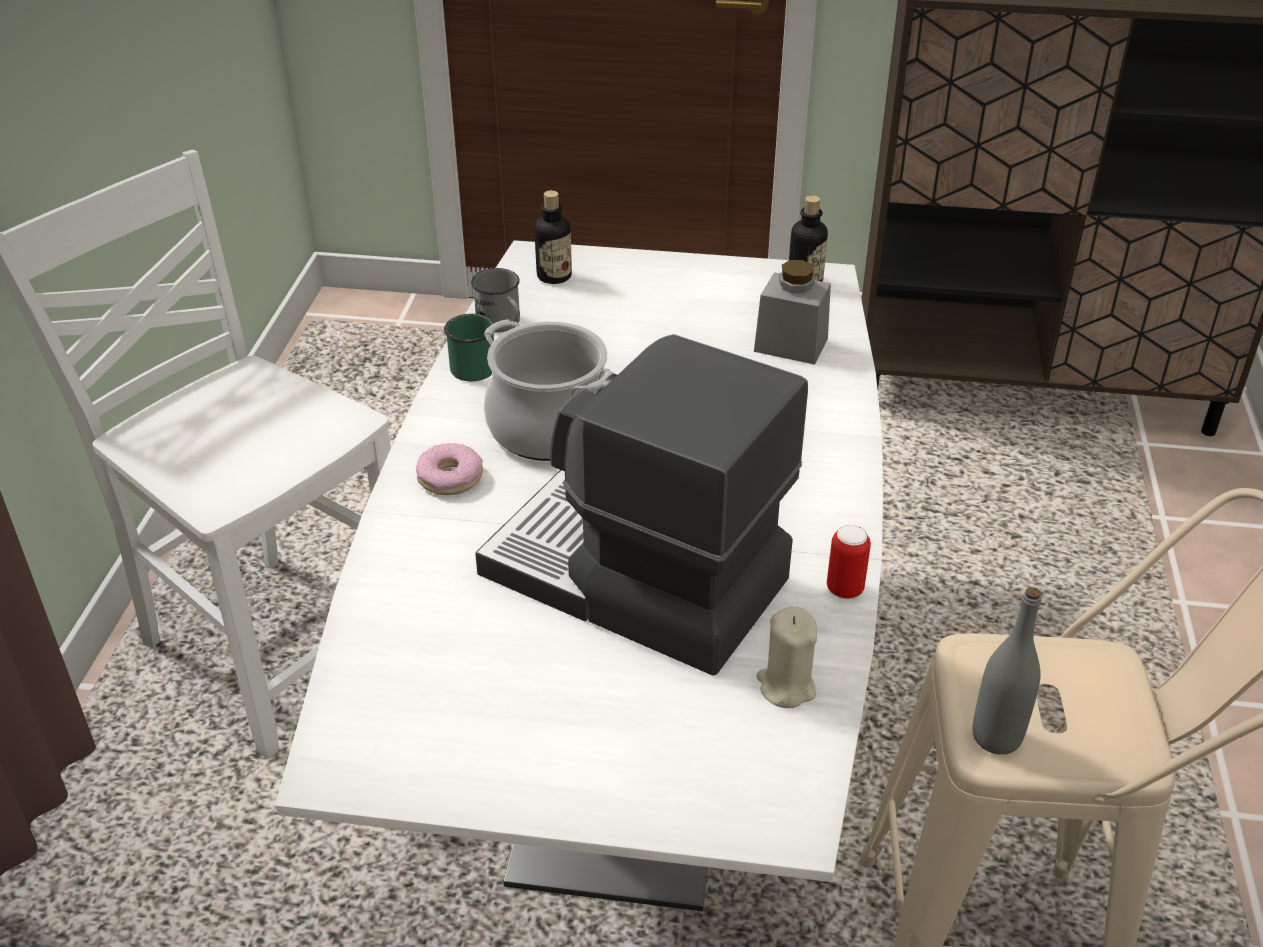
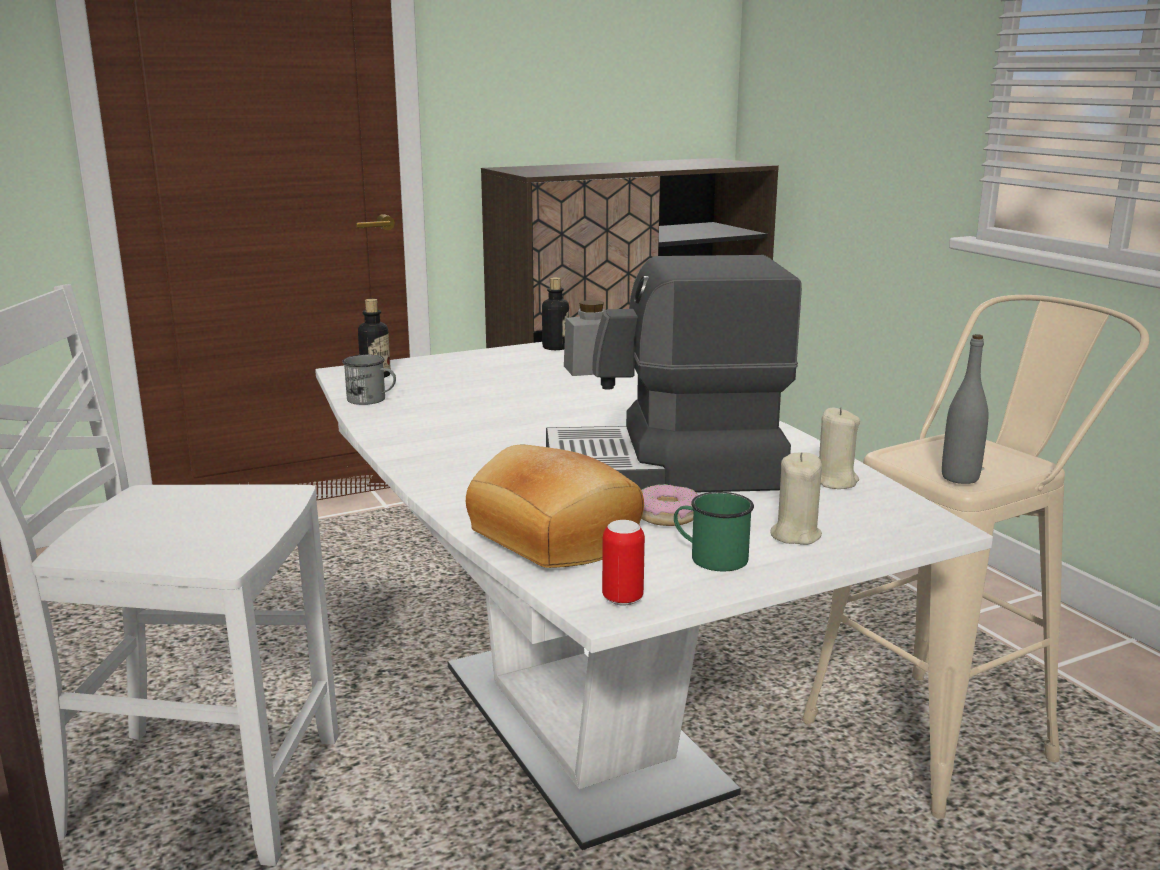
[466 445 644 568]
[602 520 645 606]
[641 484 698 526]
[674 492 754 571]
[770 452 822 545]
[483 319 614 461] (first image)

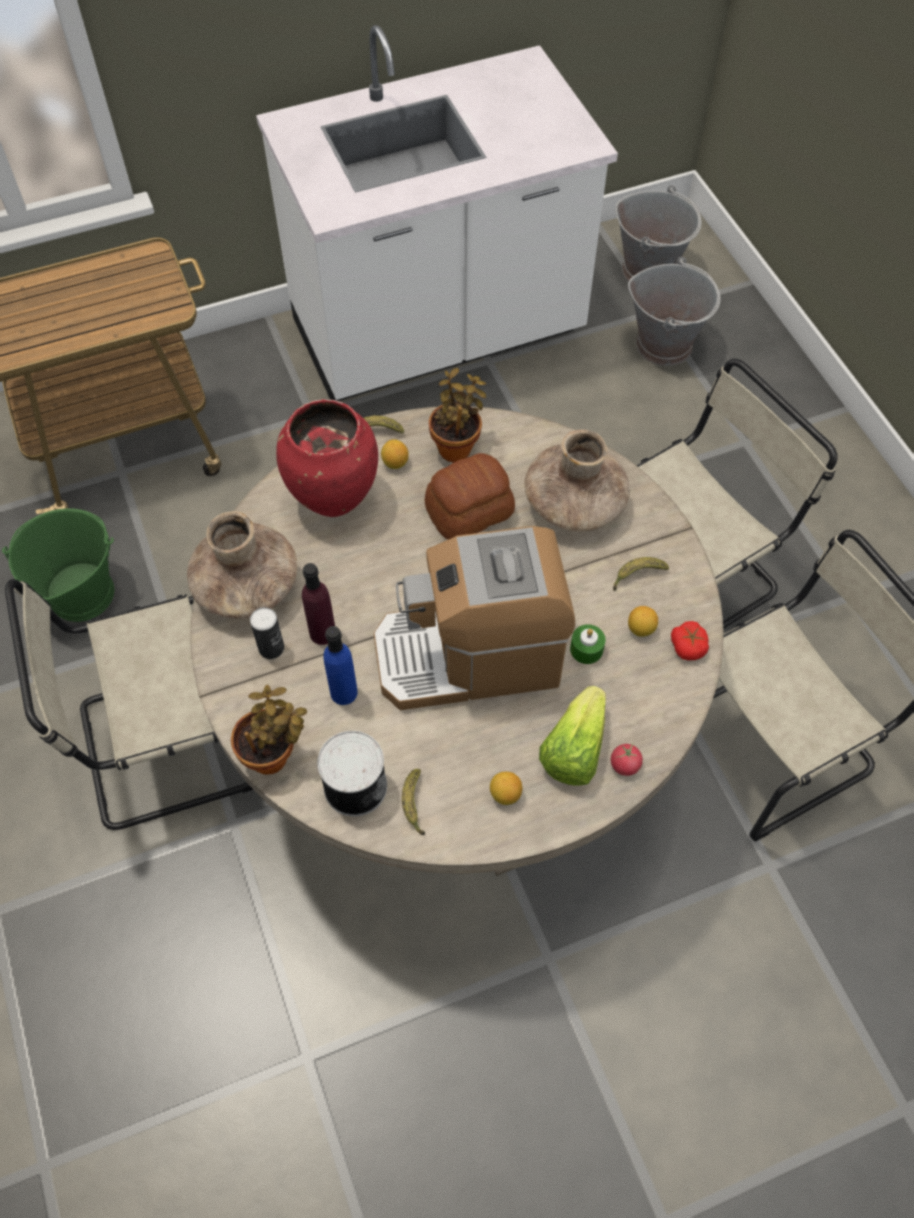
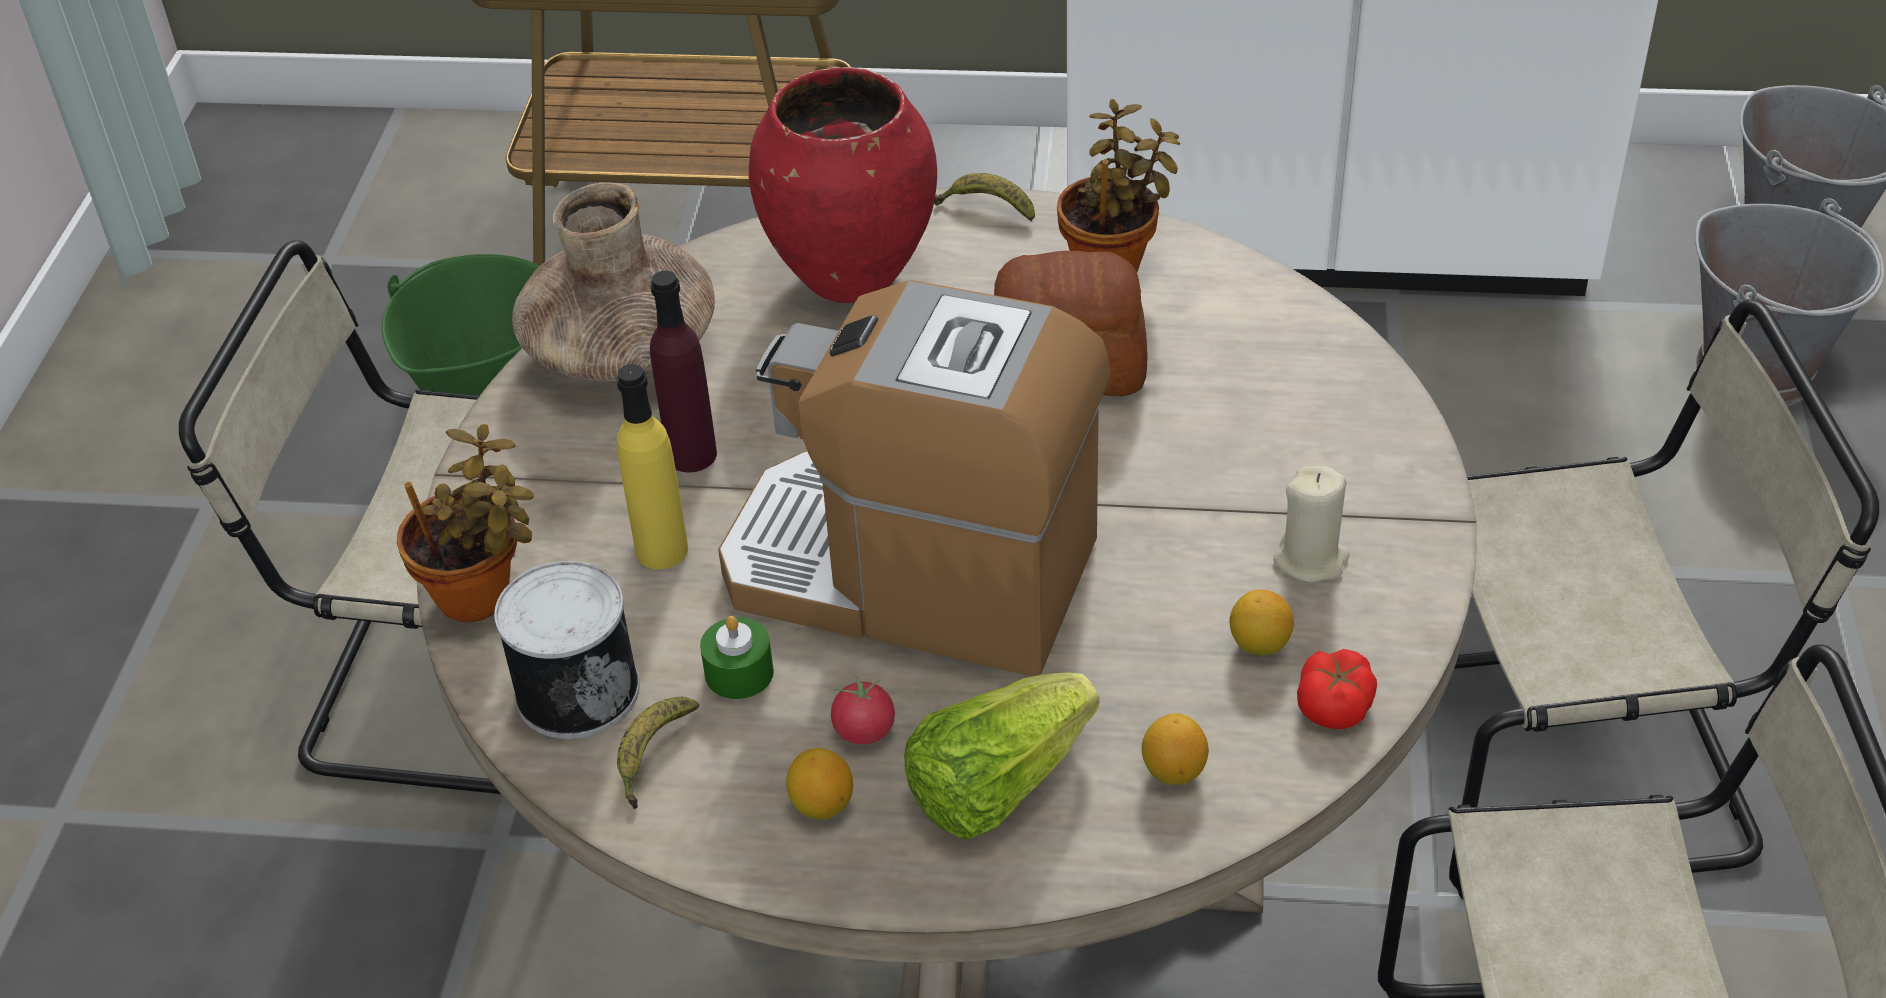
[616 364 688 569]
[700 616 774 699]
[831 675 895 744]
[1142 713 1209 785]
[1273 466 1350 583]
[250 607 284 659] (first image)
[524 430 630 531] (first image)

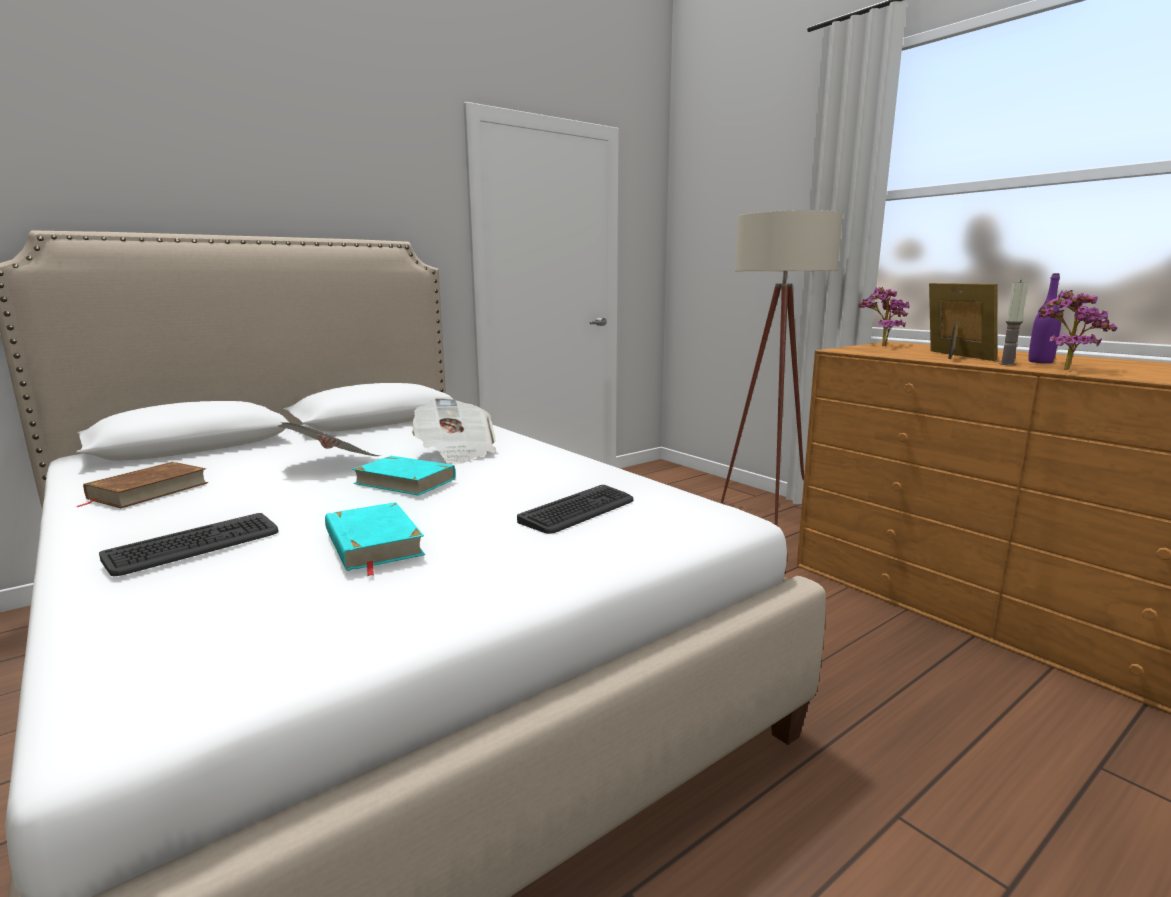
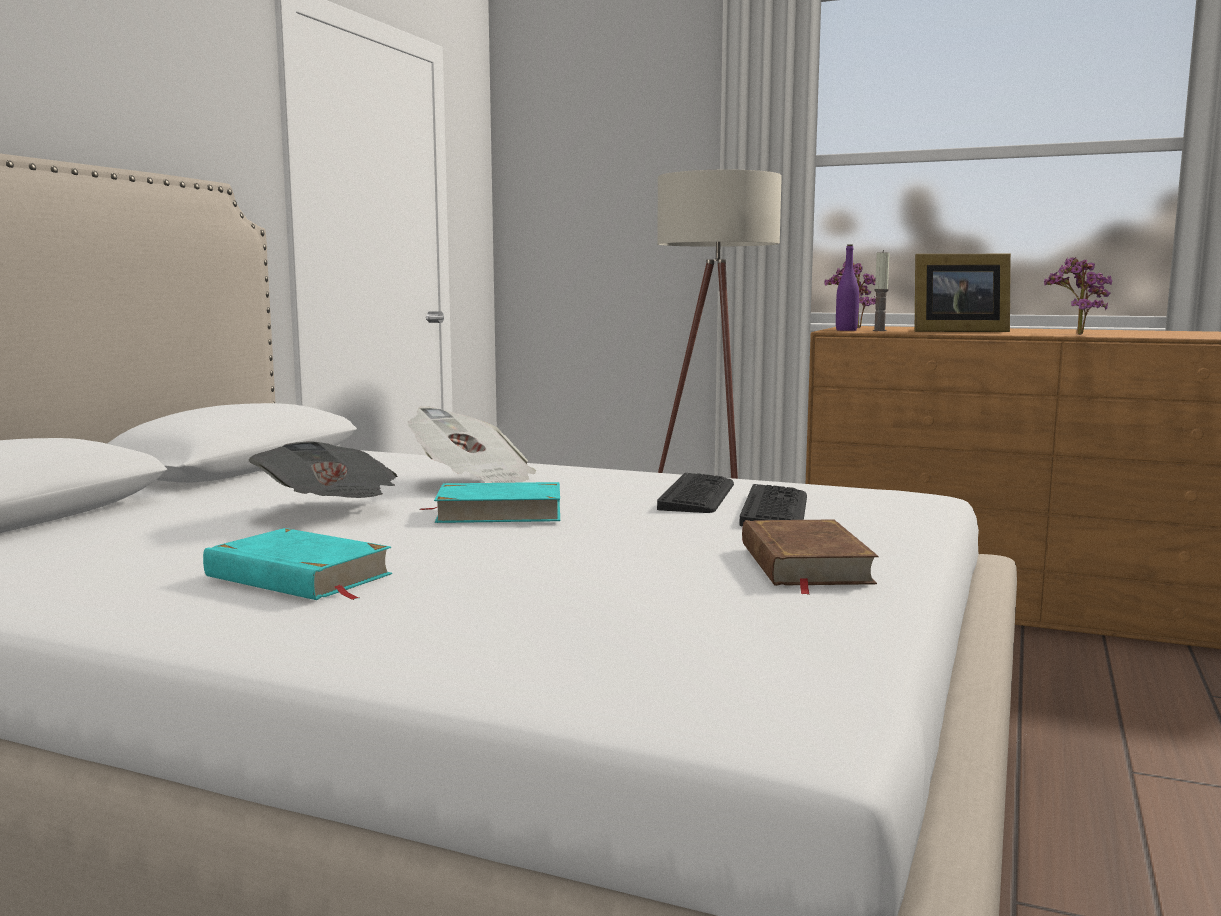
[203 528 392 600]
[657 473 734 513]
[742 520 878 595]
[836 244 859 331]
[873 250 890 331]
[915 254 1011 332]

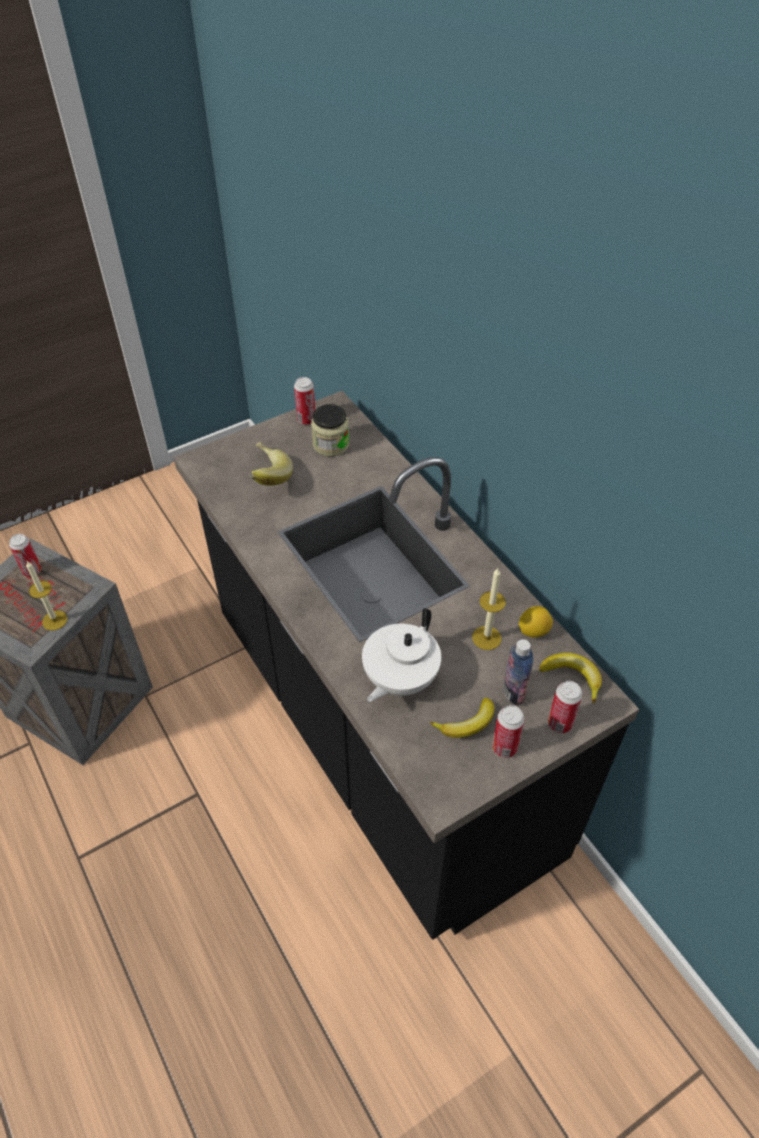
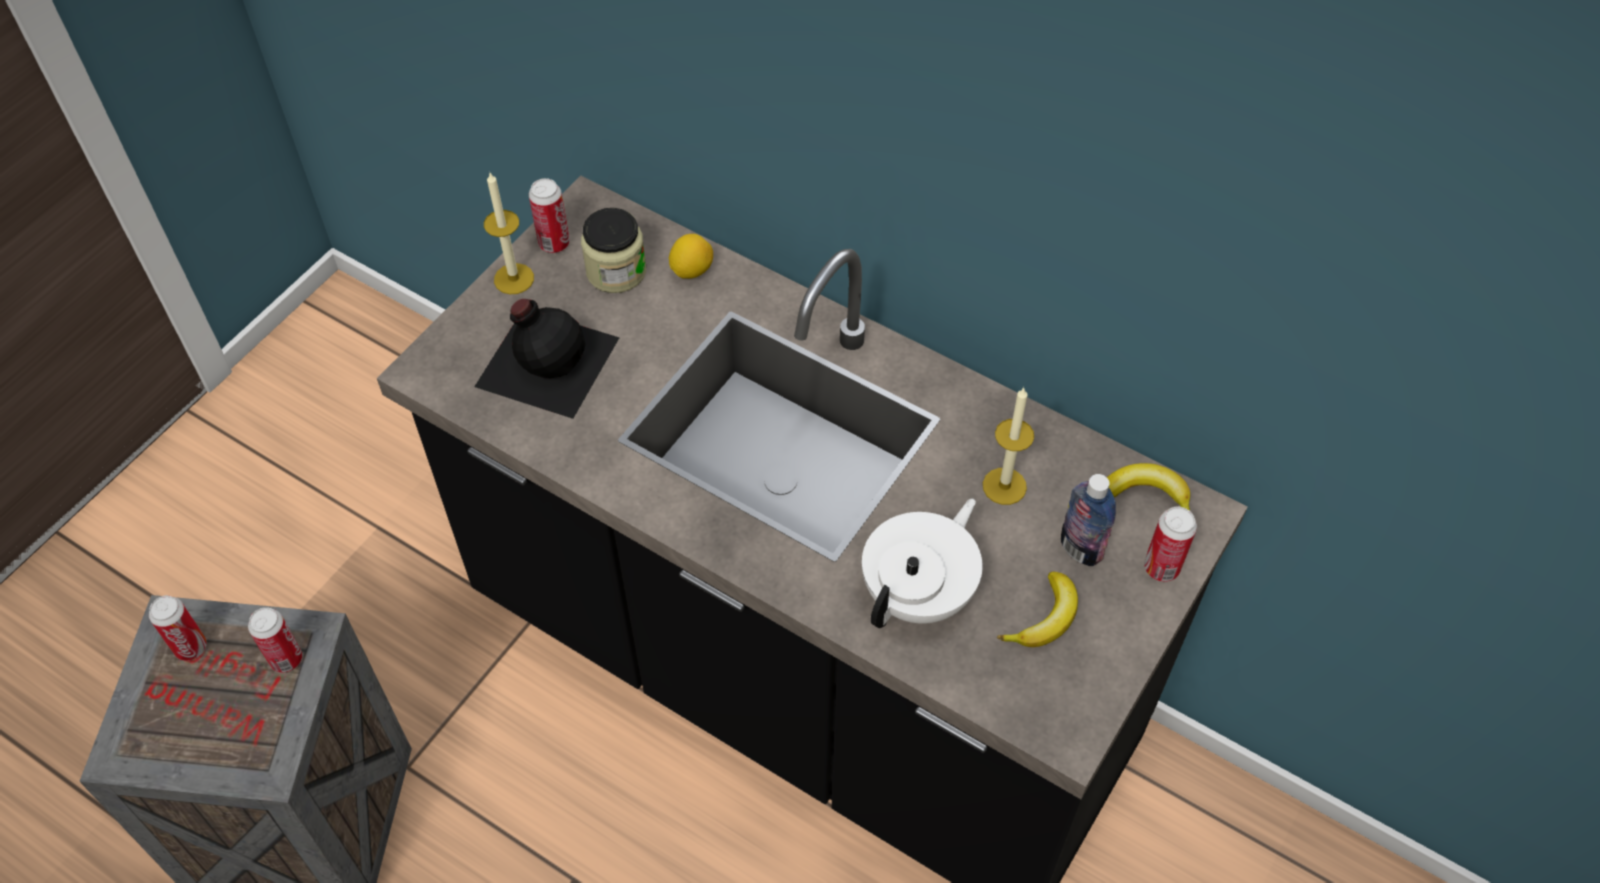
[248 607 302 673]
[474 299 619 419]
[484 173 534 294]
[669 234 713 279]
[862 498 982 628]

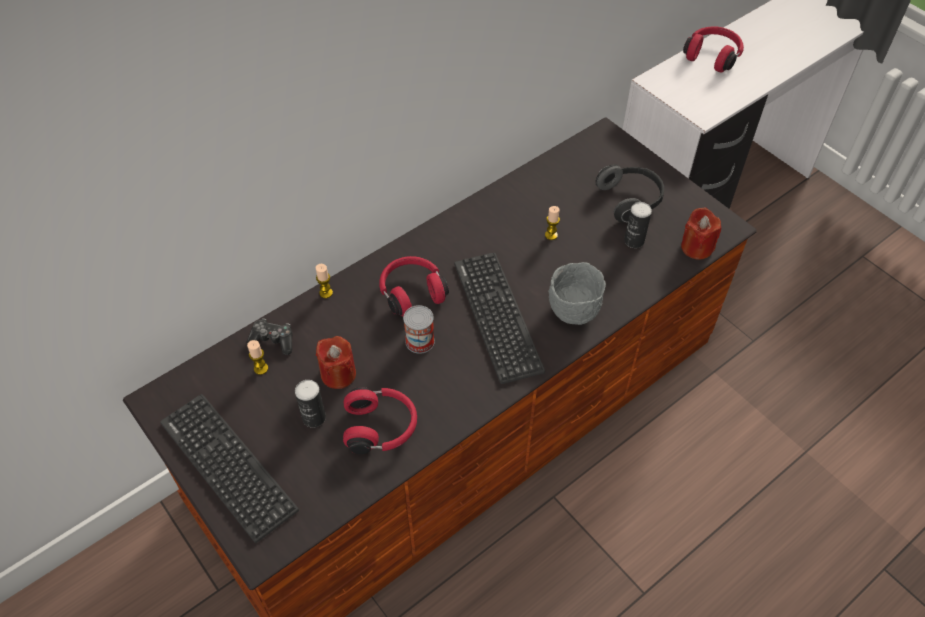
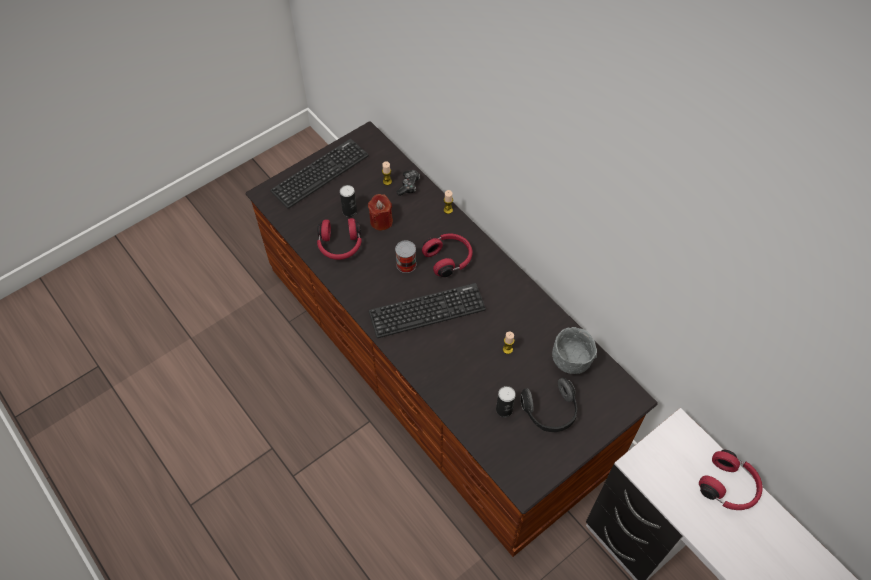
[552 327 597 374]
[681 207 721 260] (first image)

